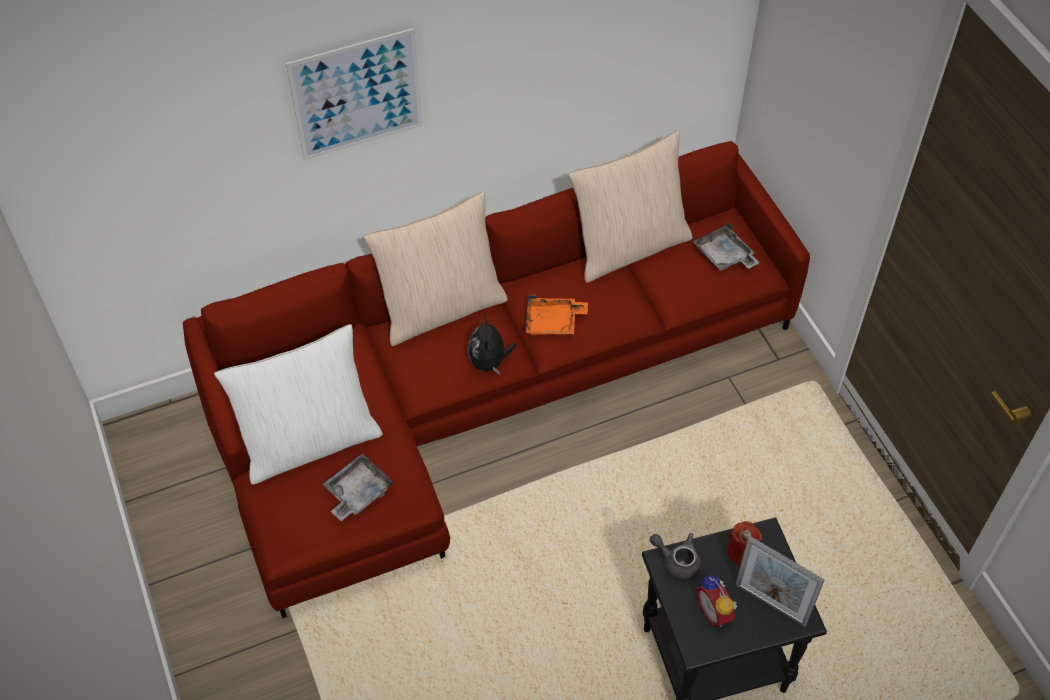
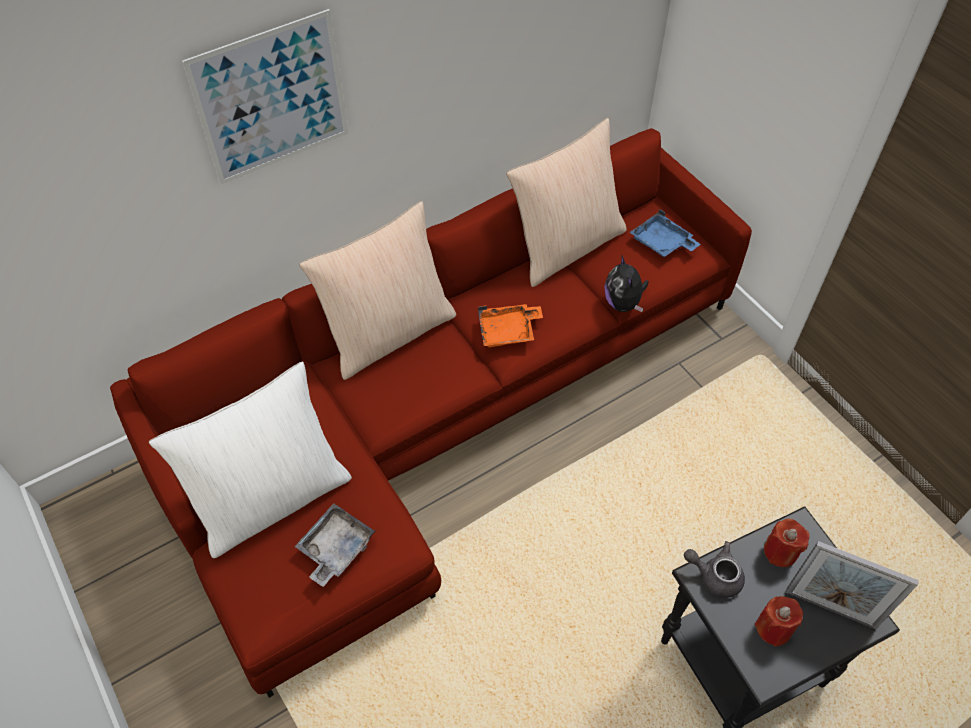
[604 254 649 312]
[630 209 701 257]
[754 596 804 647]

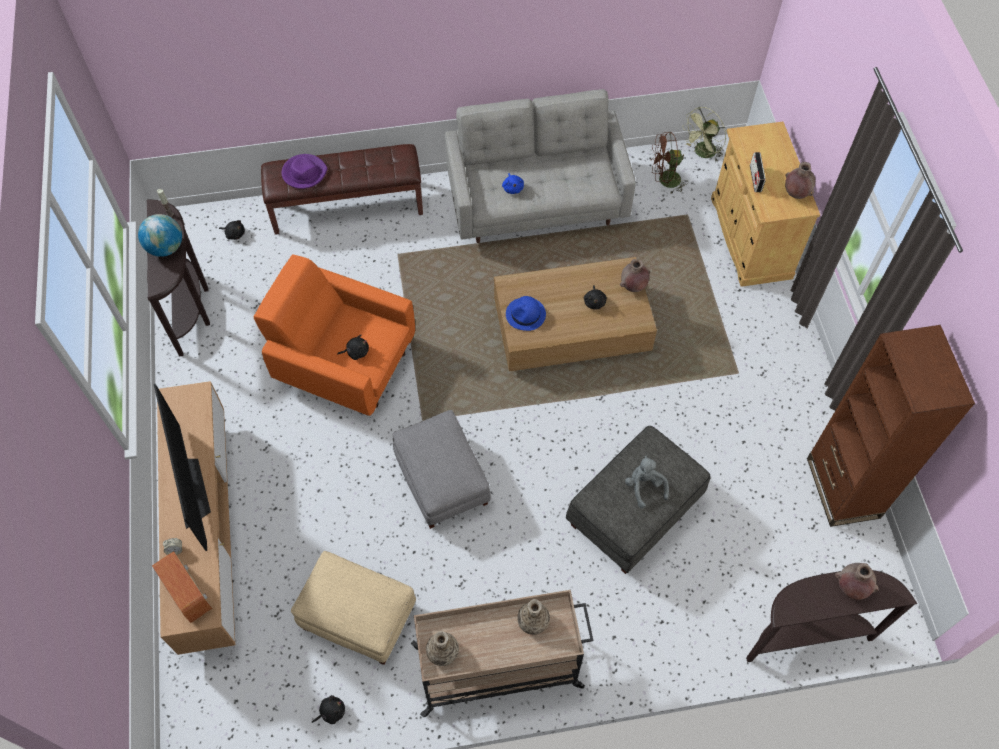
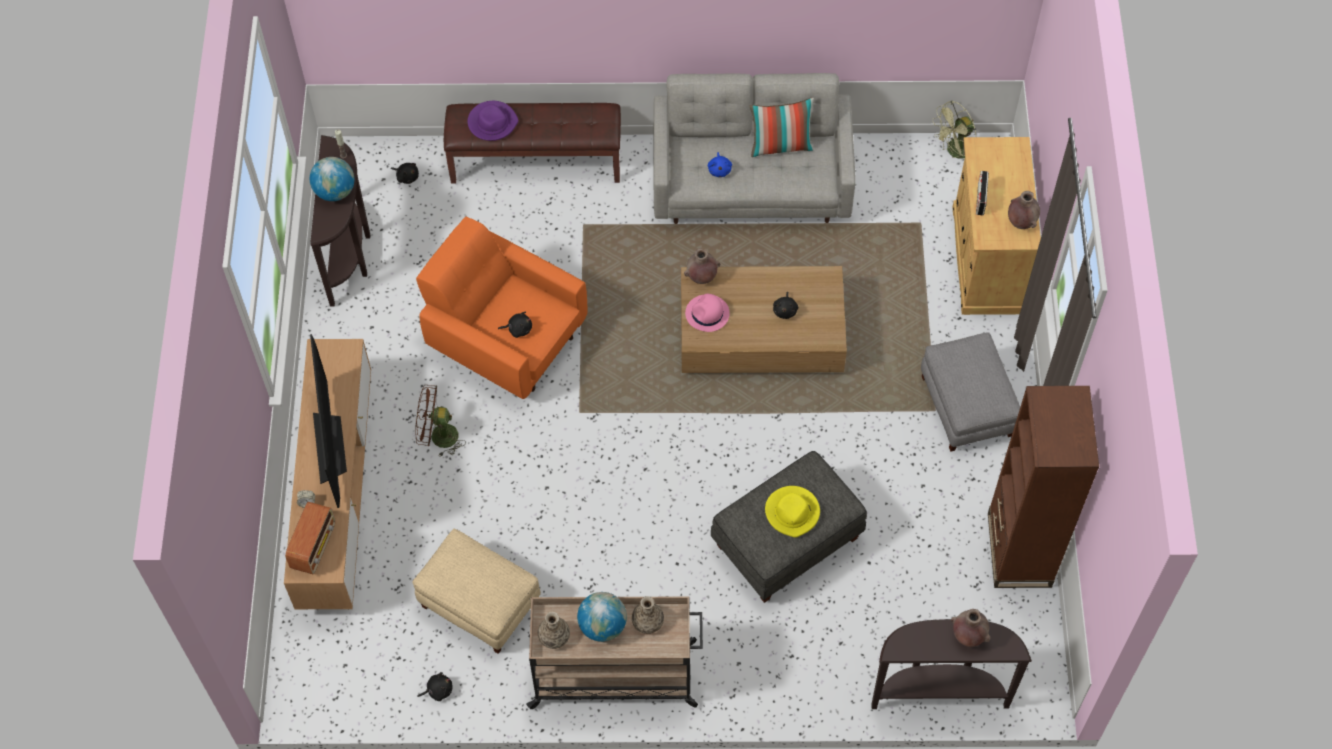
[285 502 336 574]
[415 385 466 457]
[577 592 627 642]
[684 248 720 284]
[685 294 730 332]
[750 97 814 157]
[765 486 820 538]
[921 332 1020 452]

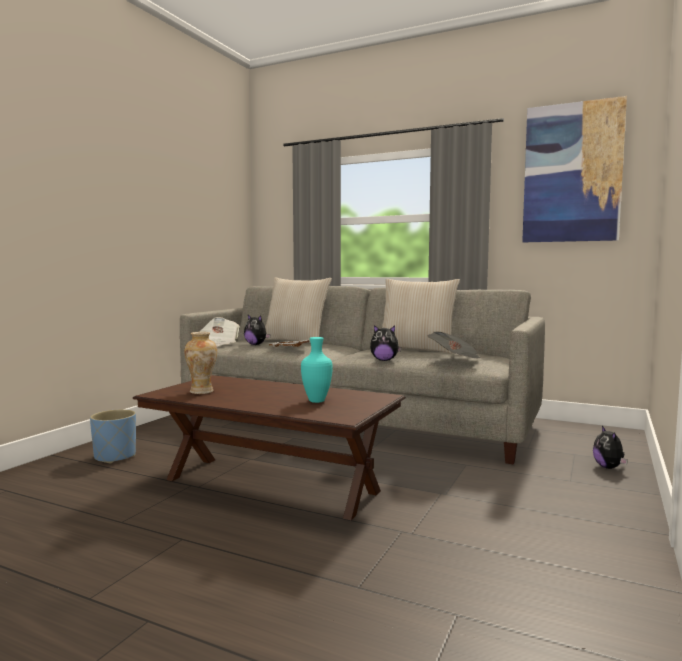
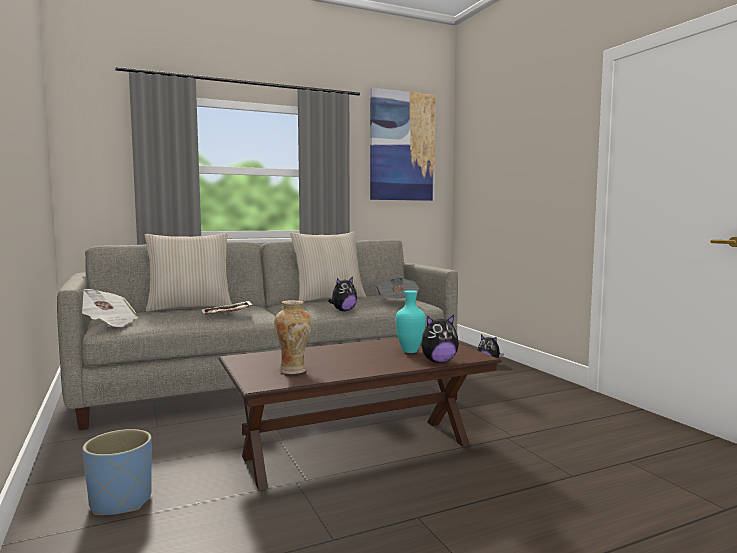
[421 315 459 363]

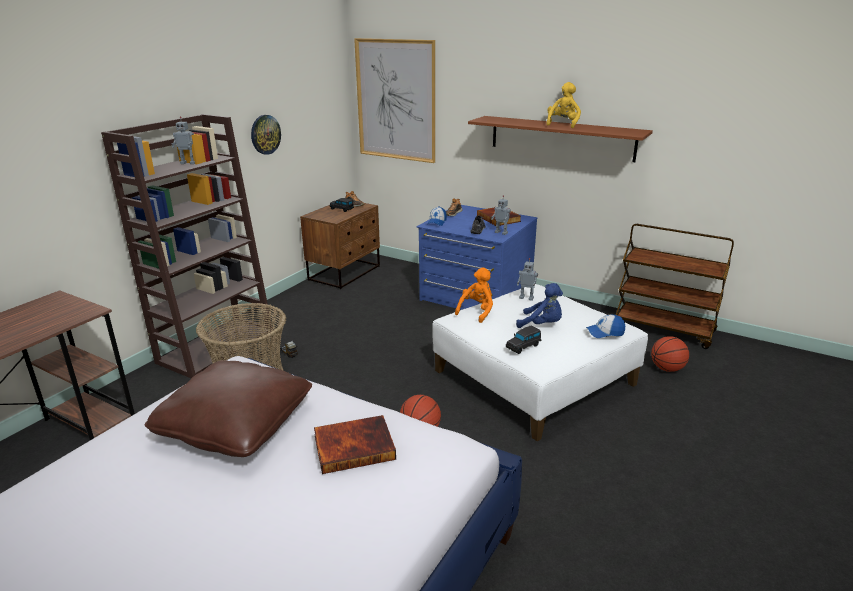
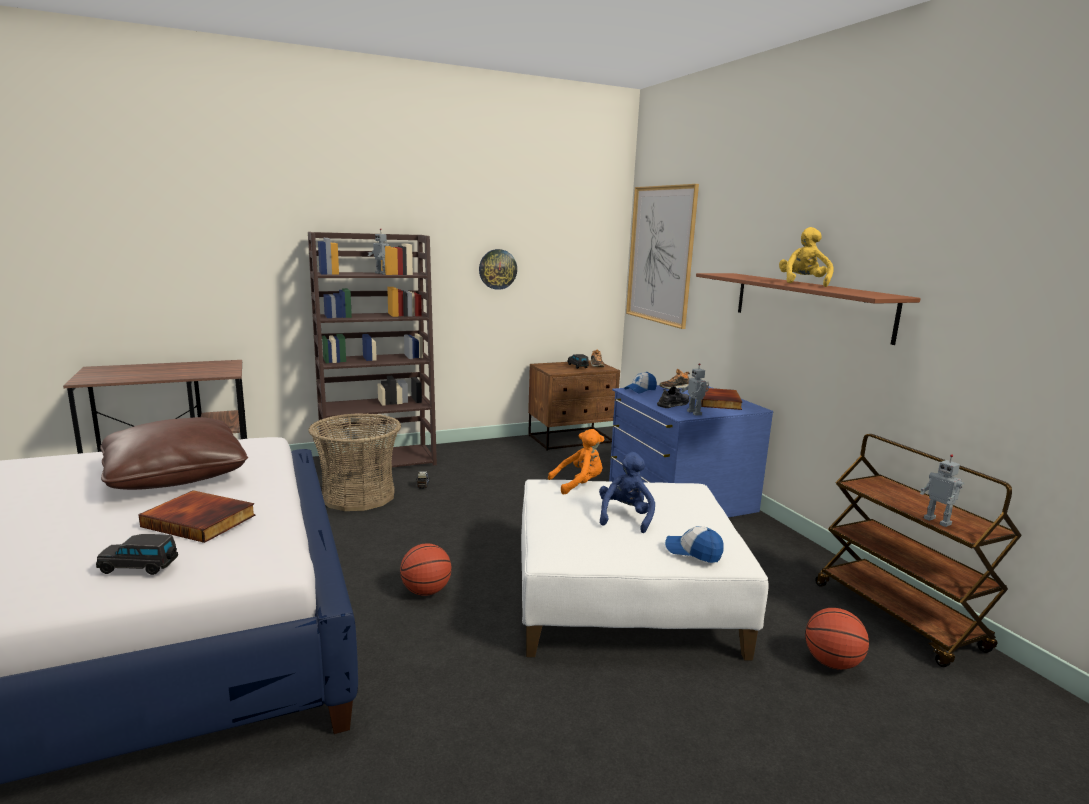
[96 534 178 575]
[599 452 655 533]
[779 227 833 287]
[920 454 964 527]

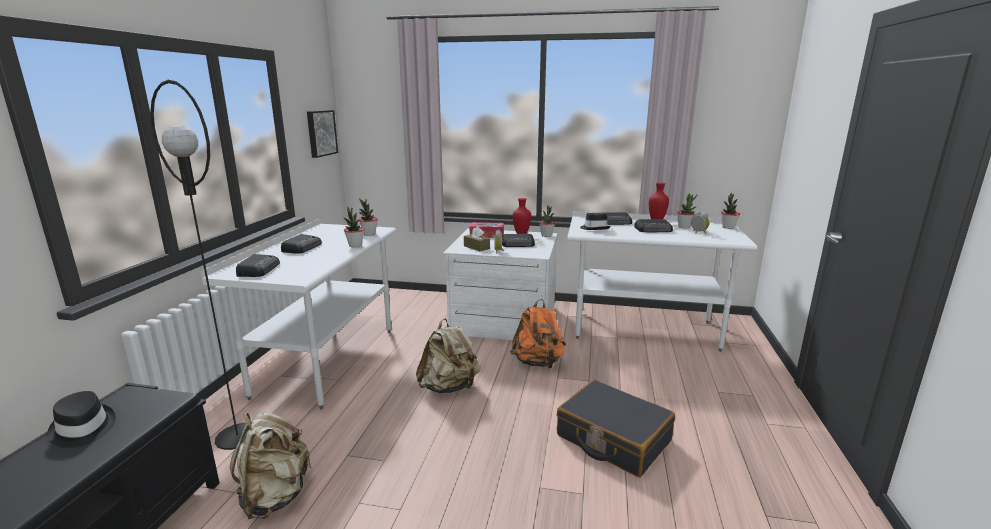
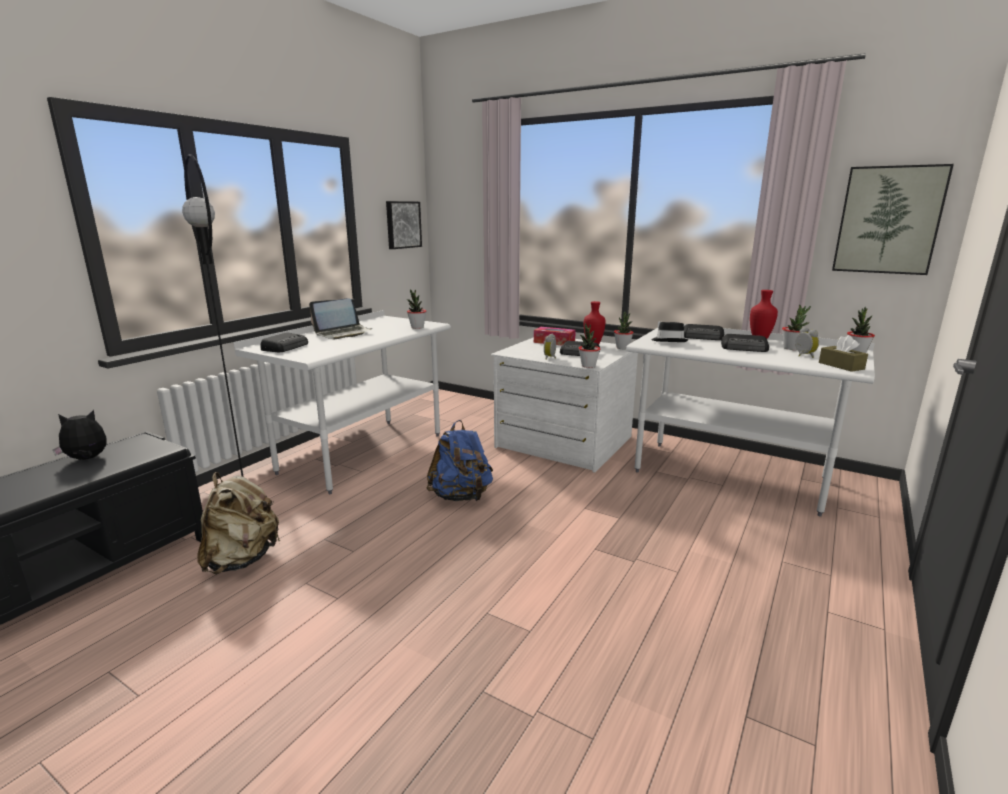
[53 410 106 460]
[309 298 373 339]
[426 420 493 501]
[579 323 600 368]
[819 335 868 372]
[832 164 954 275]
[510 299 566 369] (first image)
[557 380 675 477] (first image)

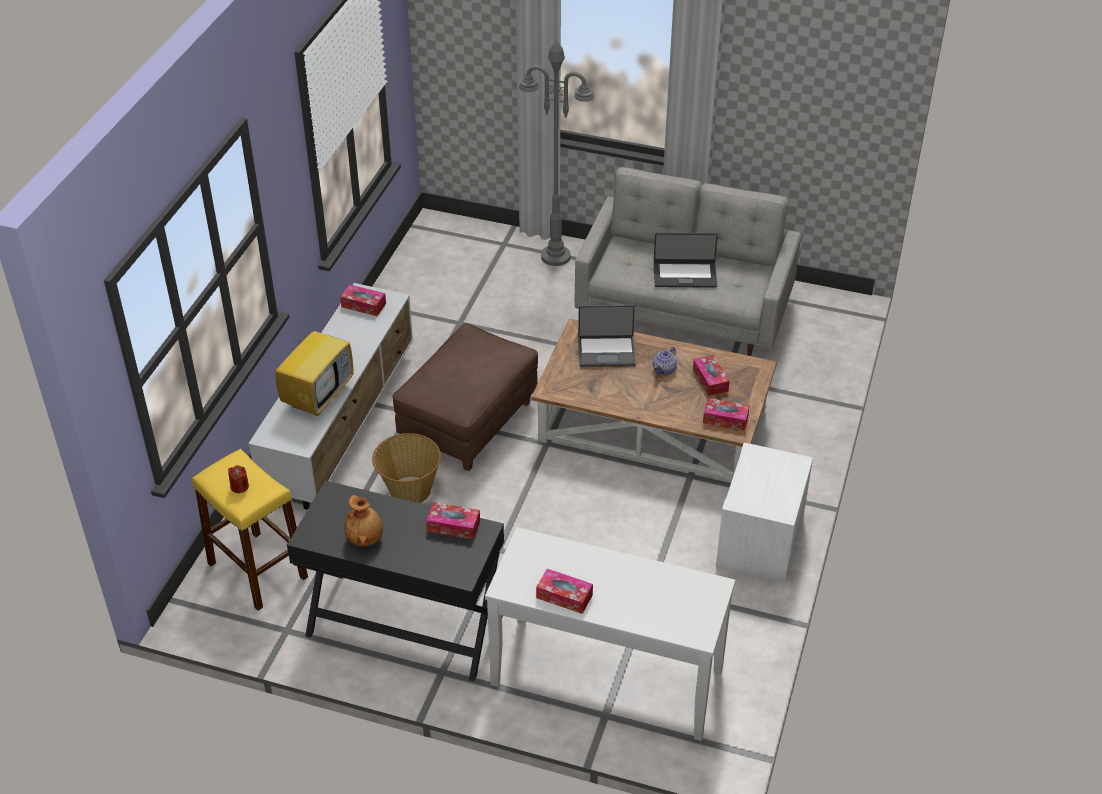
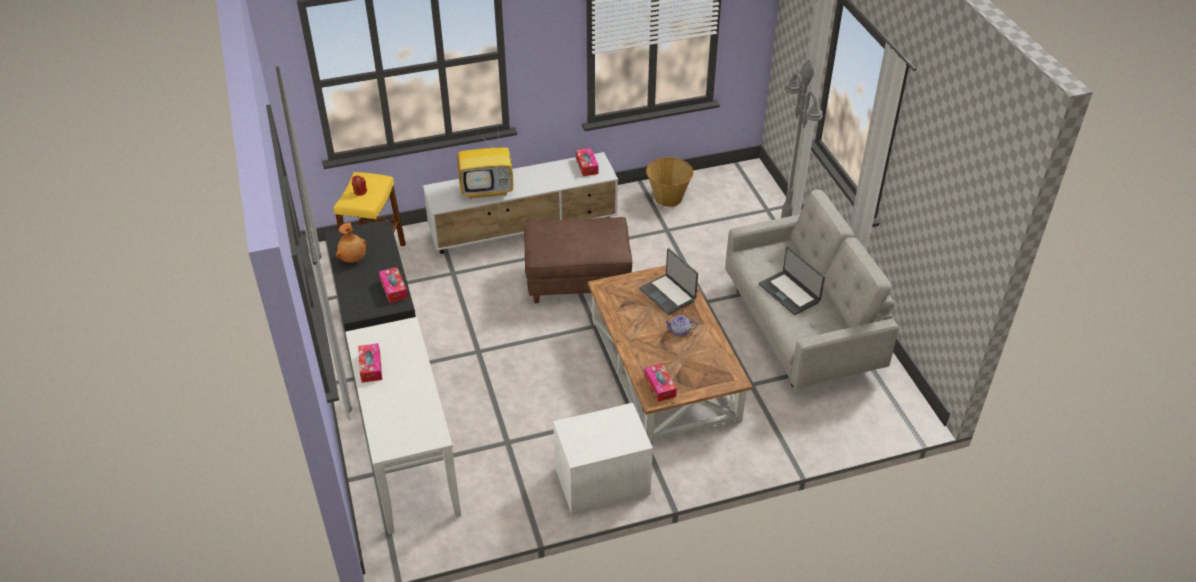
[646 157 693 207]
[693 355 730 396] (first image)

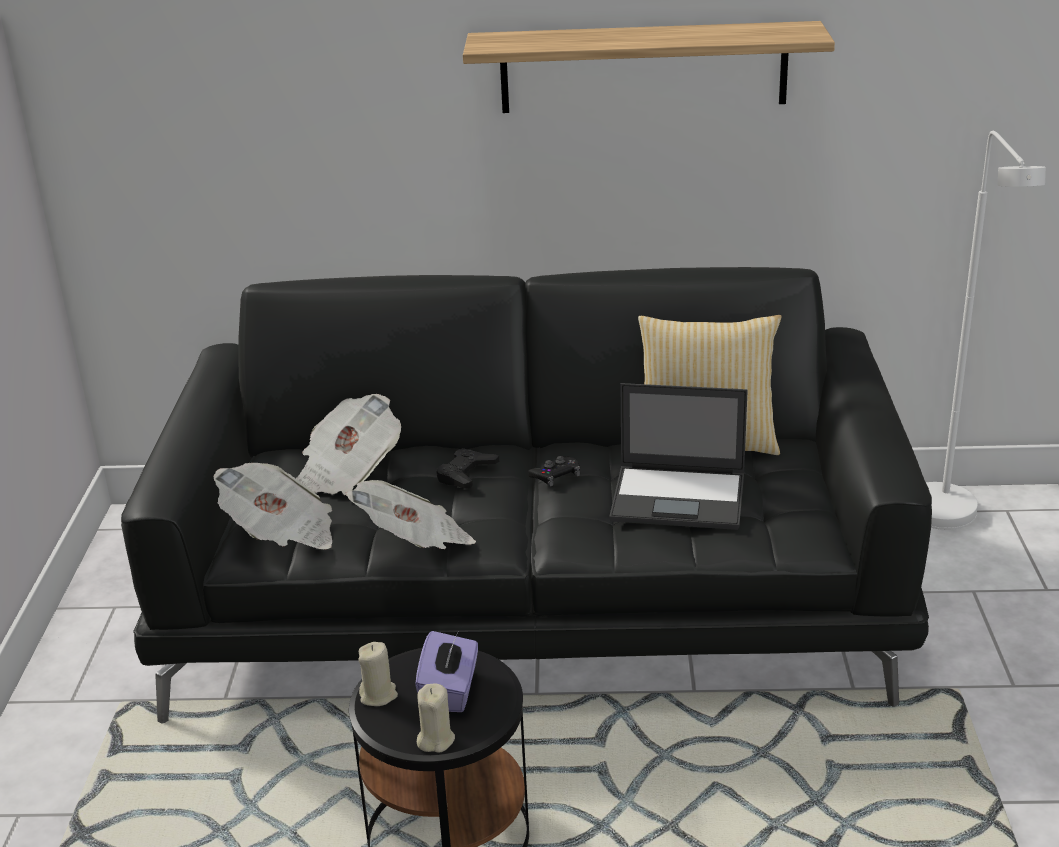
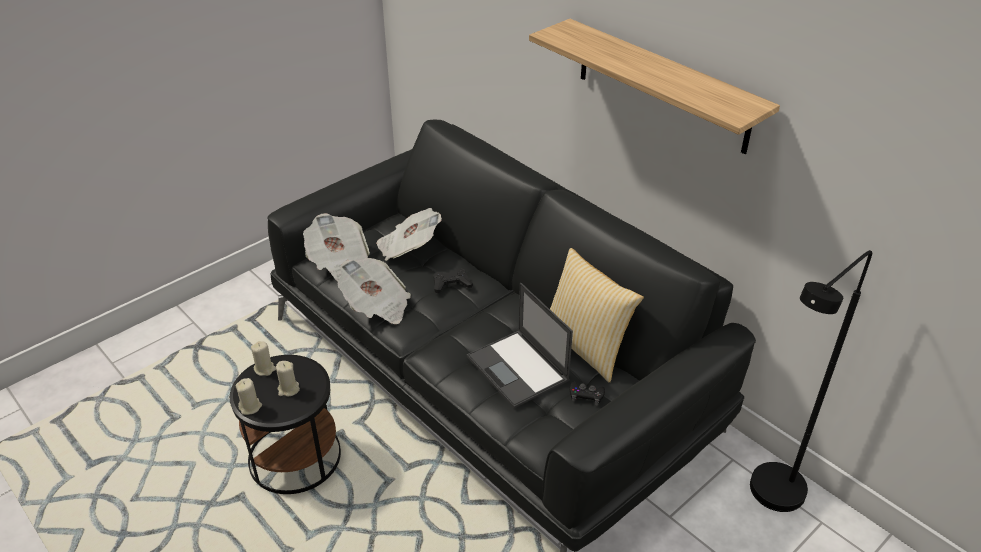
[276 361 300 396]
[570 382 605 406]
[750 250 872 512]

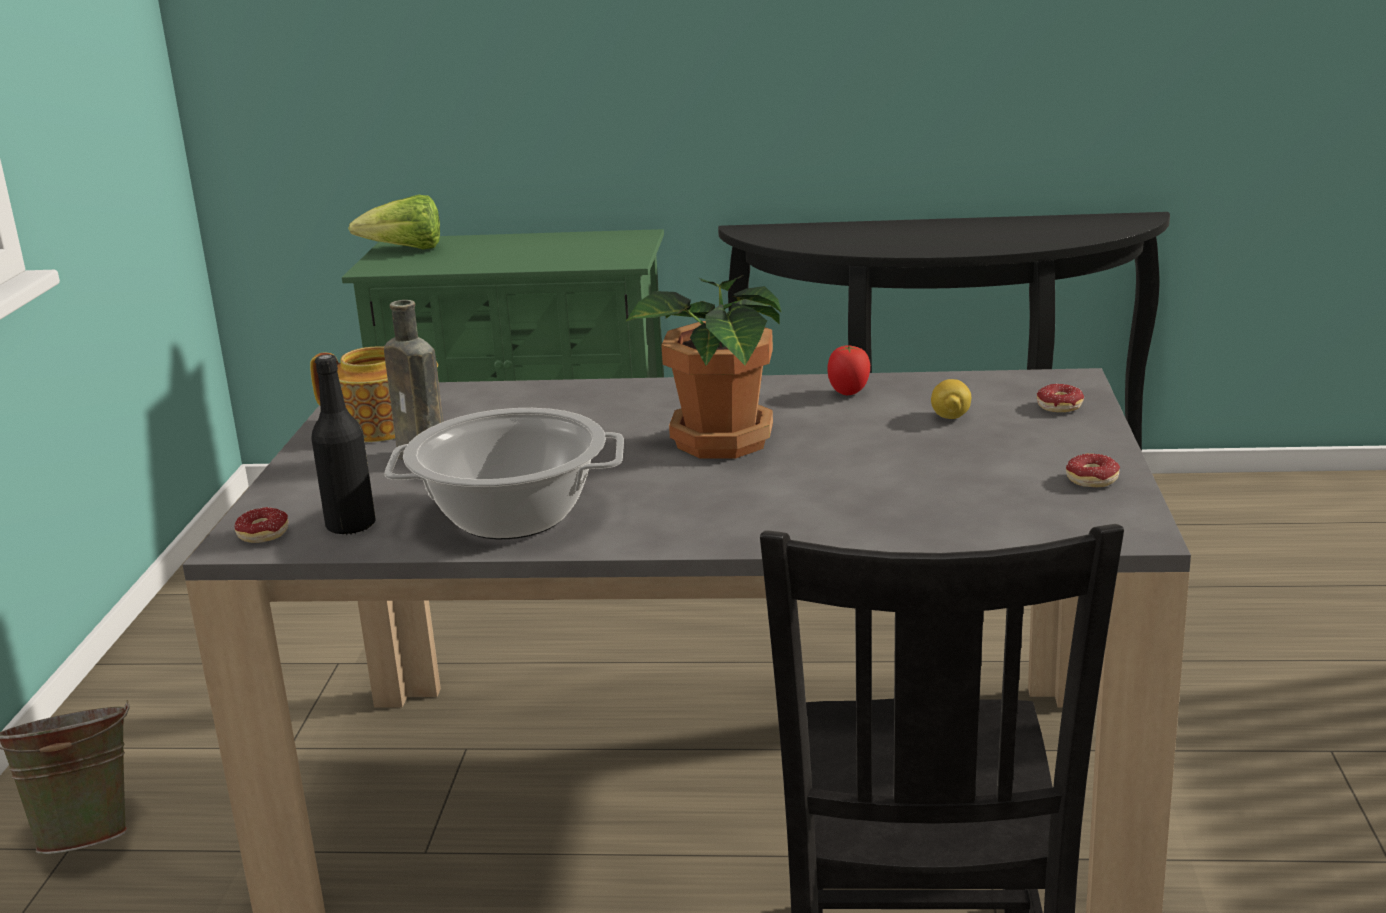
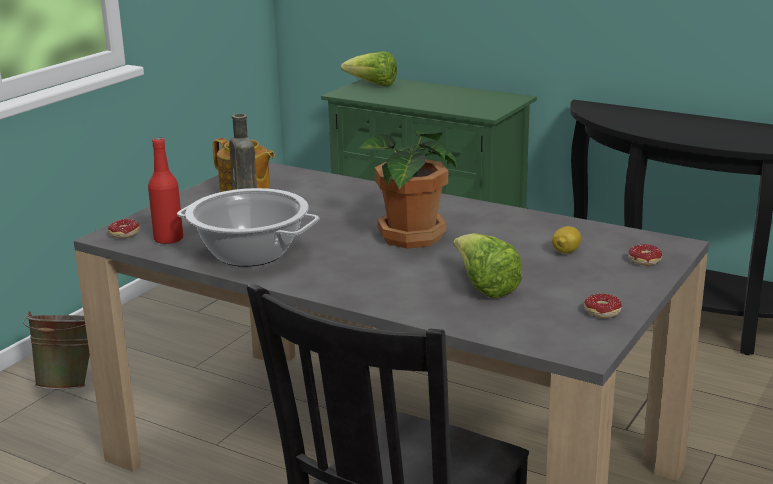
[148 137 183 244]
[453 233 522 298]
[827 345 870 395] (first image)

